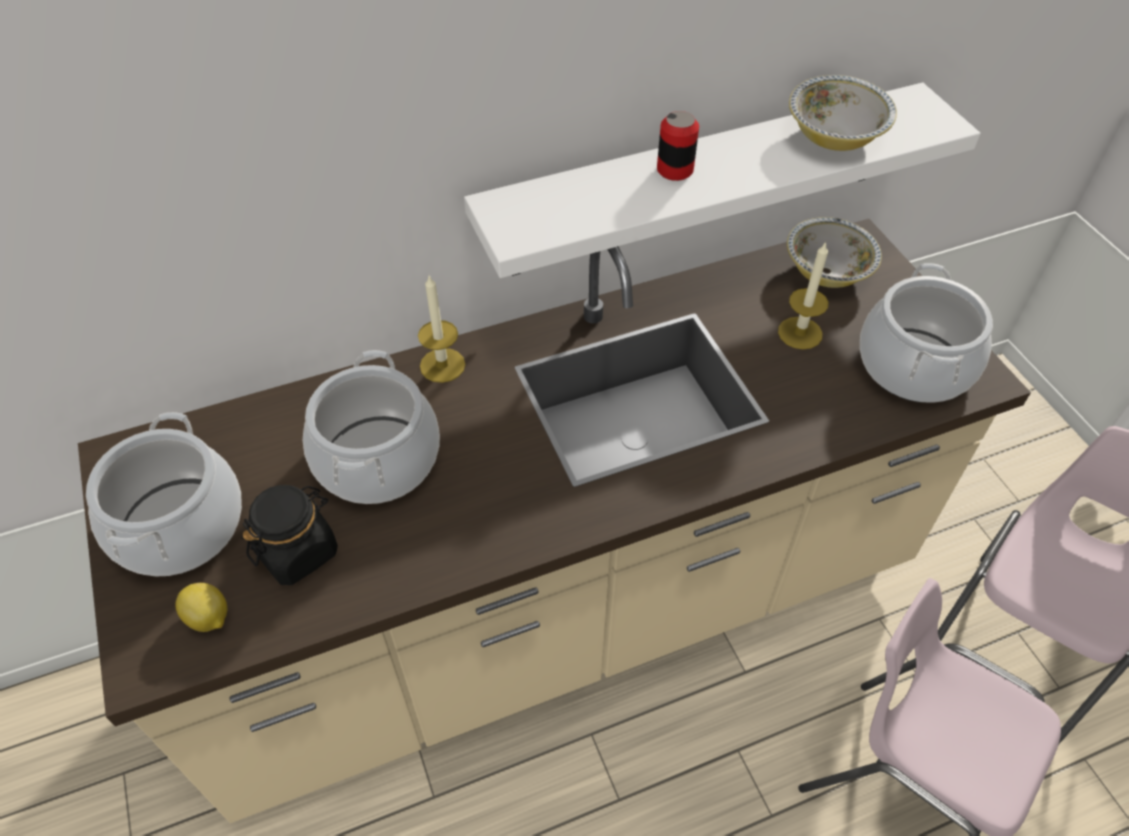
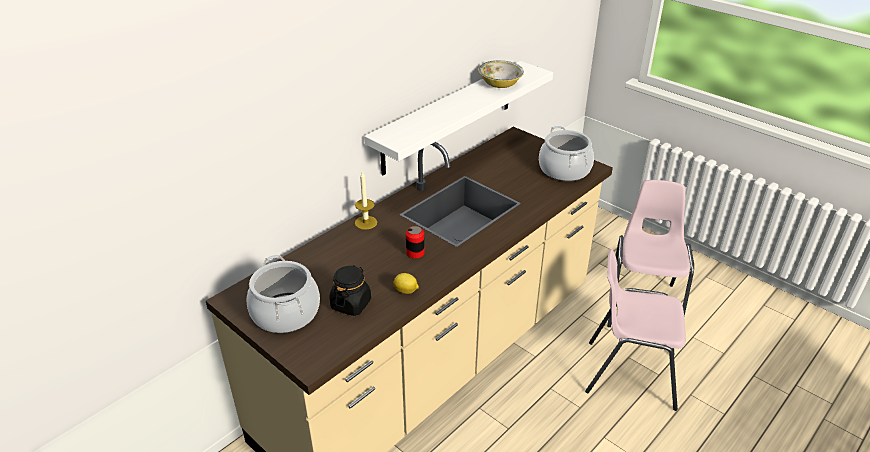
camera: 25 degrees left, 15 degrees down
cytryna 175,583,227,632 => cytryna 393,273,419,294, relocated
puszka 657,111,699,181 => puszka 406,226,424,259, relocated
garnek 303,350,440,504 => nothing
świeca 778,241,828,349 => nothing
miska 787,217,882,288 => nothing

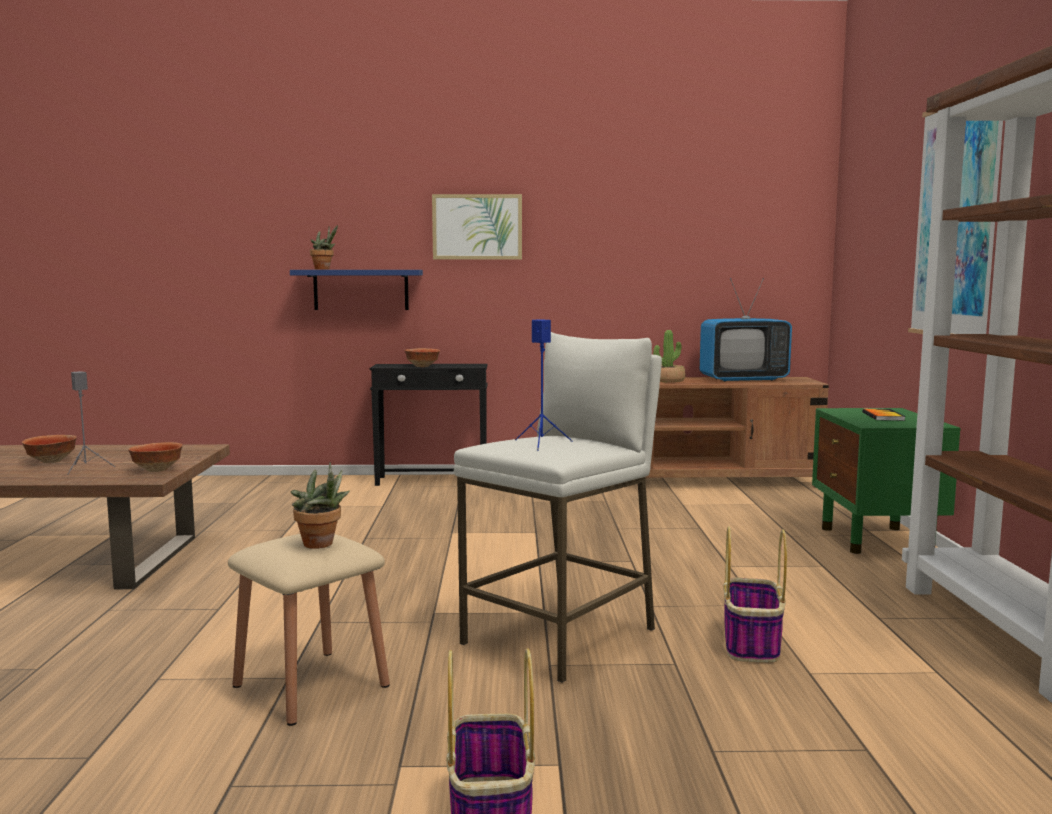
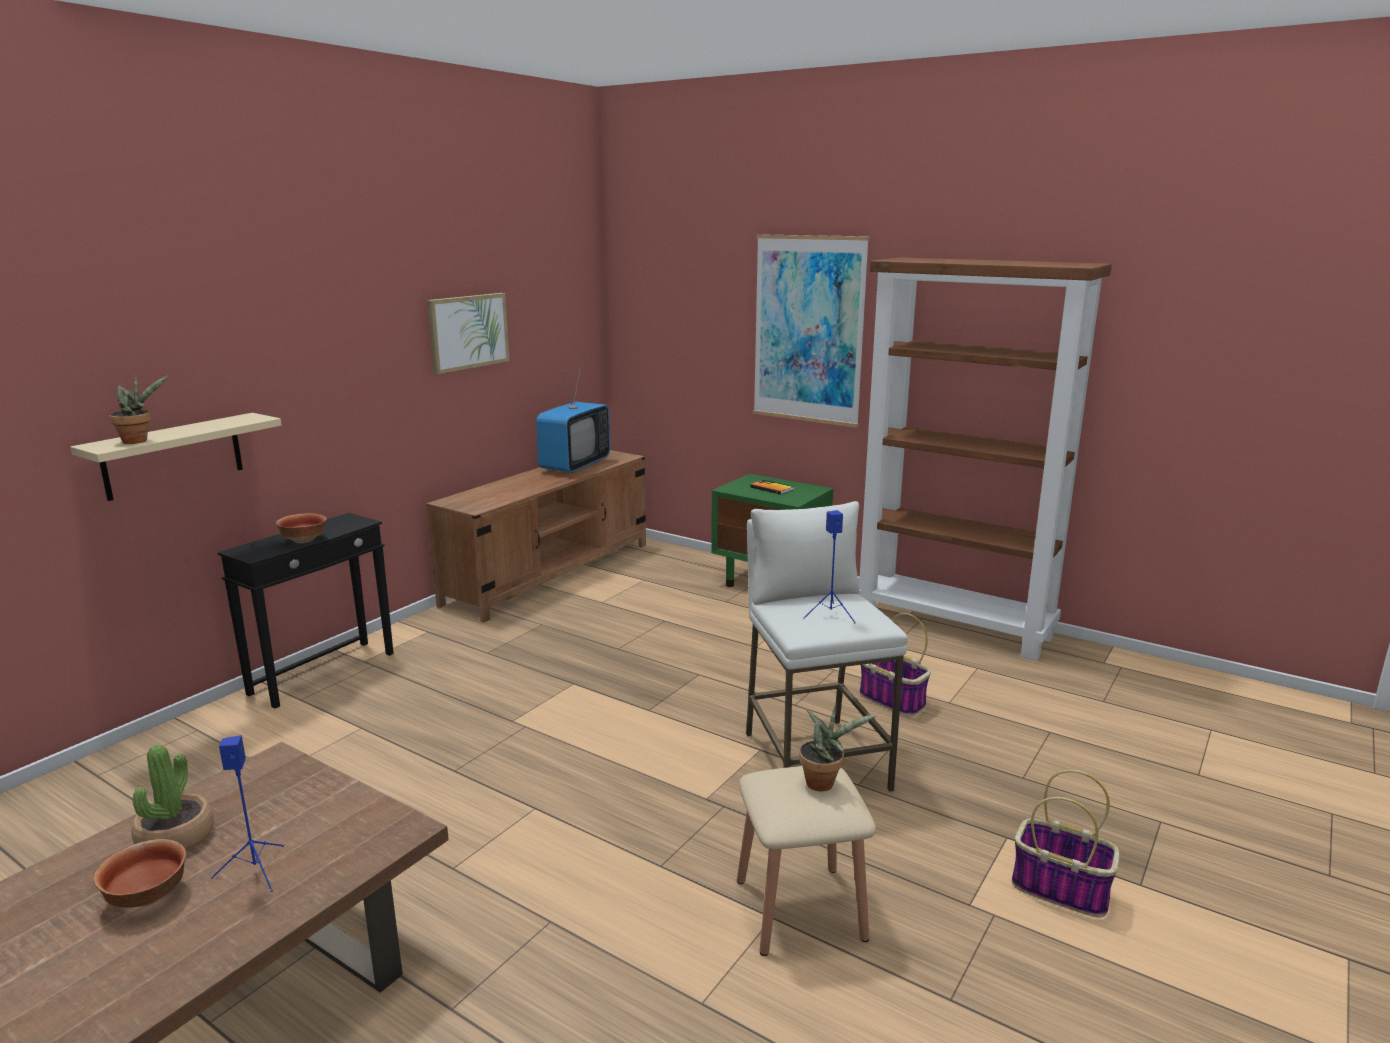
camera: 55 degrees left, 10 degrees up
półka (niebieski) 290,270,423,310 => półka (beżowy) 70,413,282,501
roślina doniczkowa 653,330,685,382 => roślina doniczkowa 131,745,214,851, relocated
głośnik (szary) 67,371,115,475 => głośnik (niebieski) 211,735,284,892
obraz 432,194,522,260 => obraz 427,293,510,374, relocated
miska 128,442,183,472 => nothing

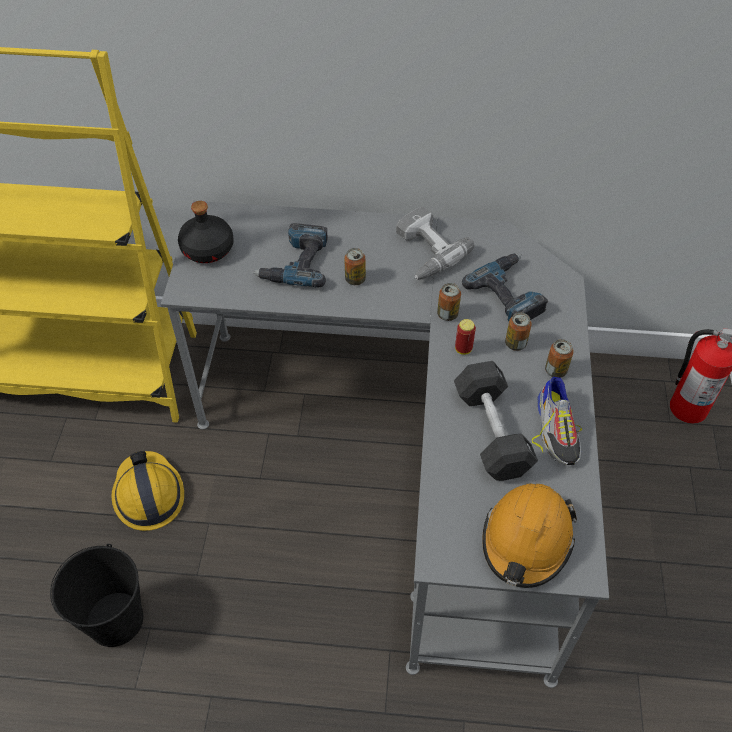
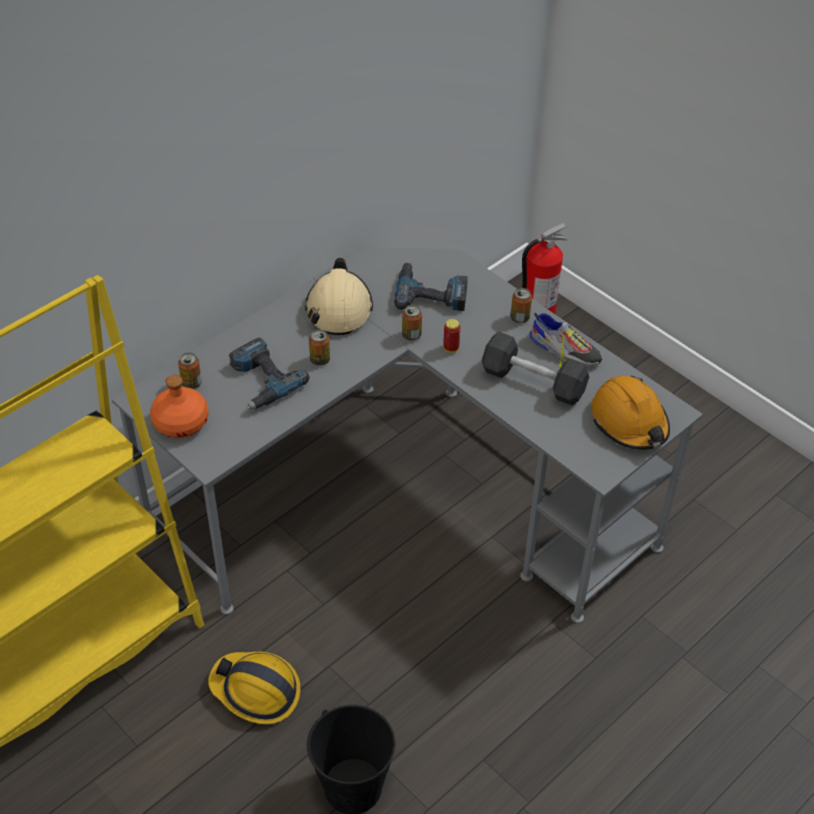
camera: 50 degrees left, 5 degrees down
butelka (czarny) 178,201,234,263 => butelka (pomarańczowy) 150,375,208,438
puszka 505,312,532,351 => puszka 178,353,202,389, relocated
wiertarka 396,206,474,280 => kask (beżowy) 305,258,373,335

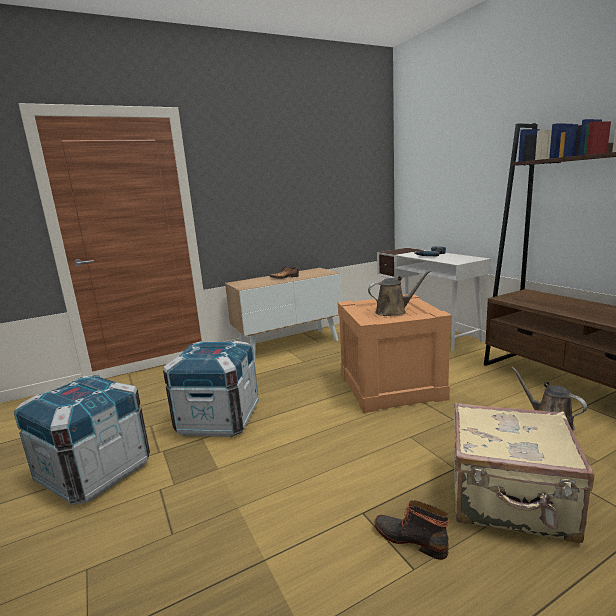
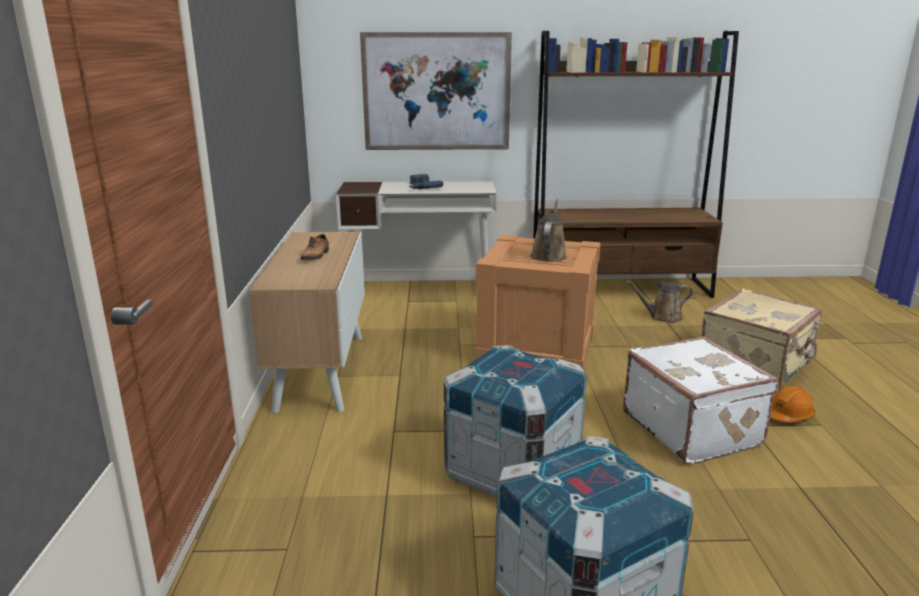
camera: 65 degrees left, 5 degrees up
nothing => obraz 360,32,512,150
nothing => walizka (biały) 623,336,779,464
but z cholewką 375,500,449,560 => kask (pomarańczowy) 770,386,815,423

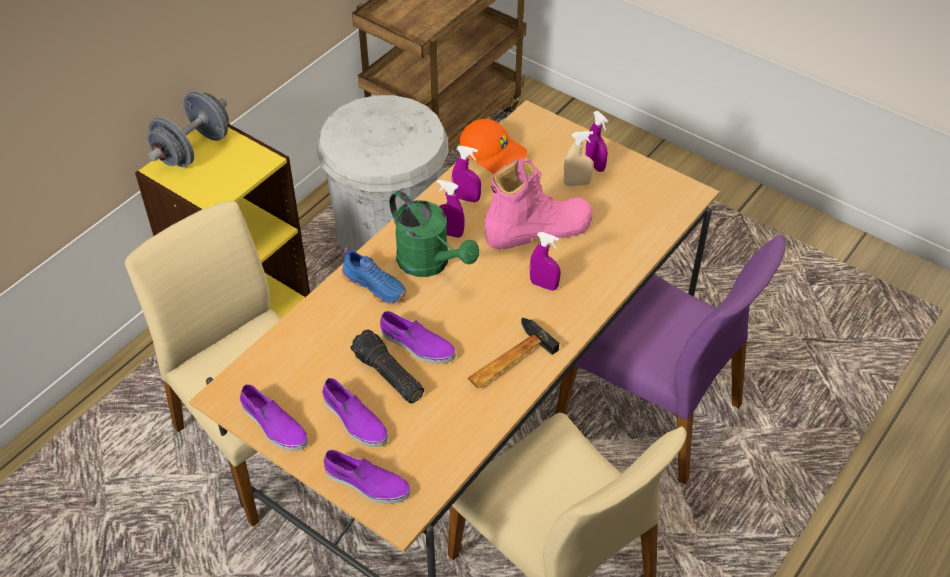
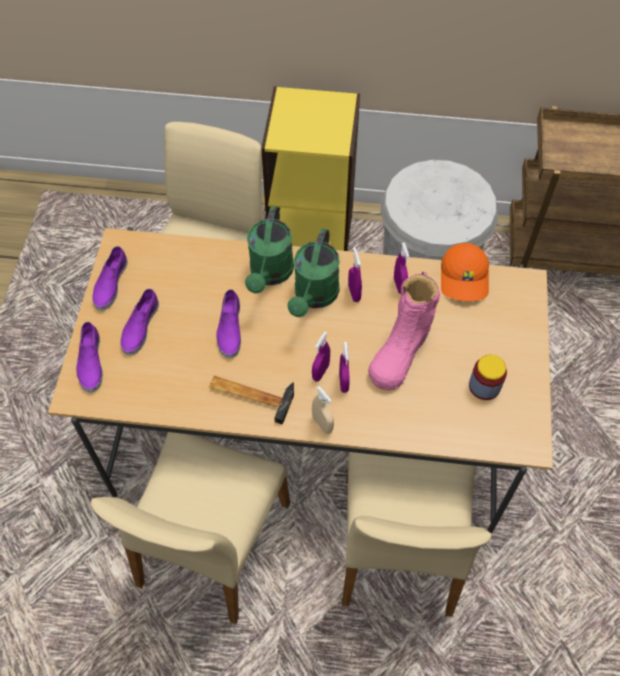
camera: 60 degrees right, 10 degrees up
but (niebieski) 341,247,406,303 => konewka (zielony) 245,206,294,293
spryskiwacz (fioletowy) 586,111,608,172 => spryskiwacz (fioletowy) 312,332,330,382, relocated
spryskiwacz (beżowy) 563,131,594,186 => spryskiwacz (beżowy) 312,386,334,434, relocated
krzesło (fioletowy) 556,235,786,484 => krzesło (beżowy) 342,452,492,617
but z cholewką (różowy) 485,159,592,250 => but z cholewką (różowy) 368,272,440,390, 75 degrees clockwise
nothing => słoik 469,355,507,400
hantel (szary) 147,91,229,167 => nothing
latarka 350,329,424,403 => nothing

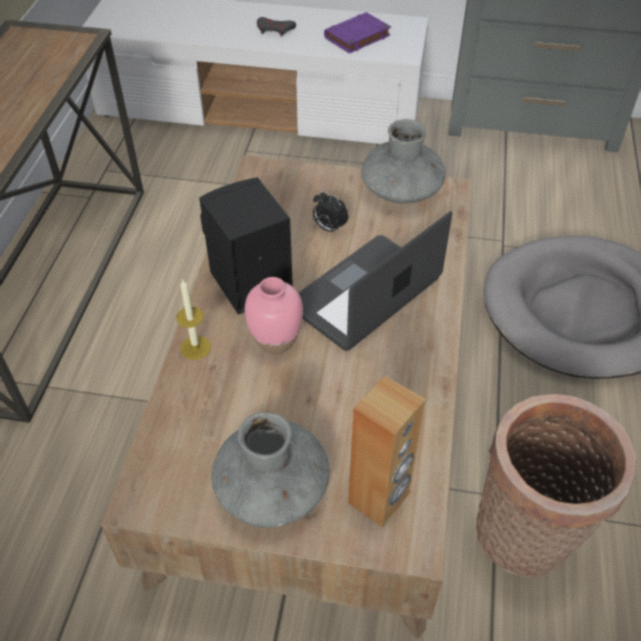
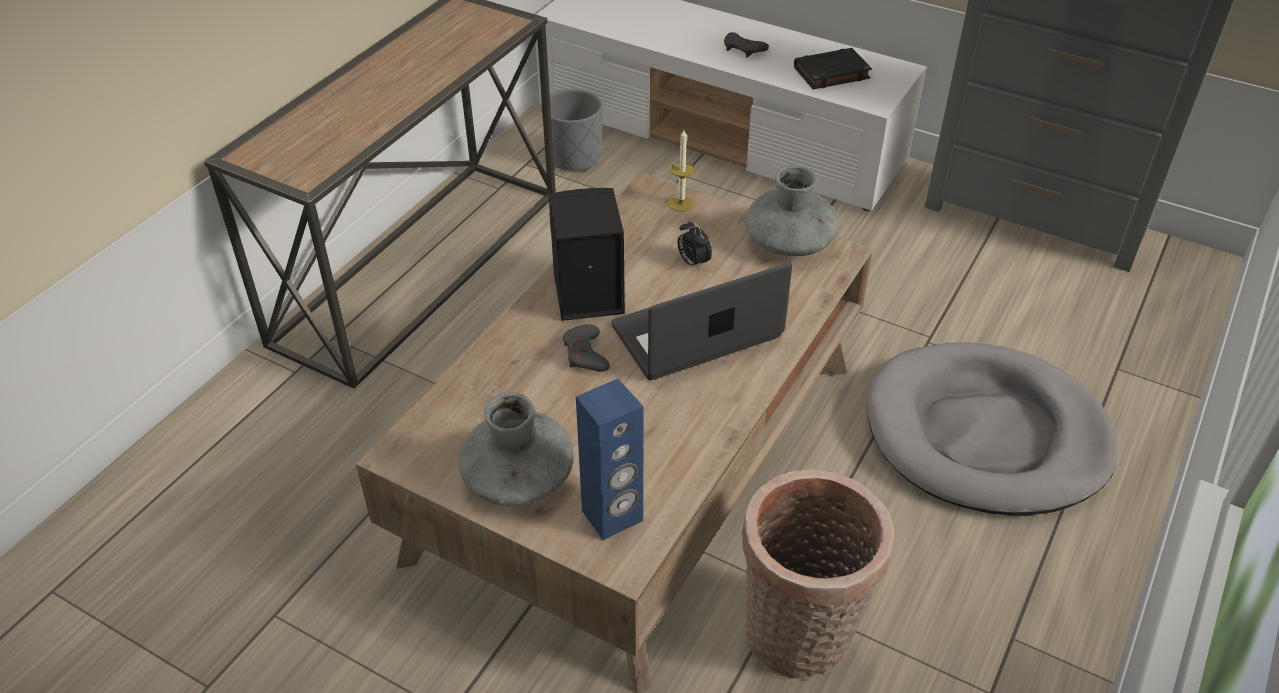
camera: 20 degrees right, 5 degrees down
nothing => donica (szary) 541,89,603,171
wazon (różowy) 245,277,303,354 => pad do gier (szary) 563,324,610,372
głośnik (brązowy) 348,376,425,527 => głośnik (niebieski) 576,379,644,540
świeca 176,280,211,360 => świeca 668,130,695,212, relocated
książka (fioletowy) 324,12,391,53 => książka (czarny) 794,48,872,89

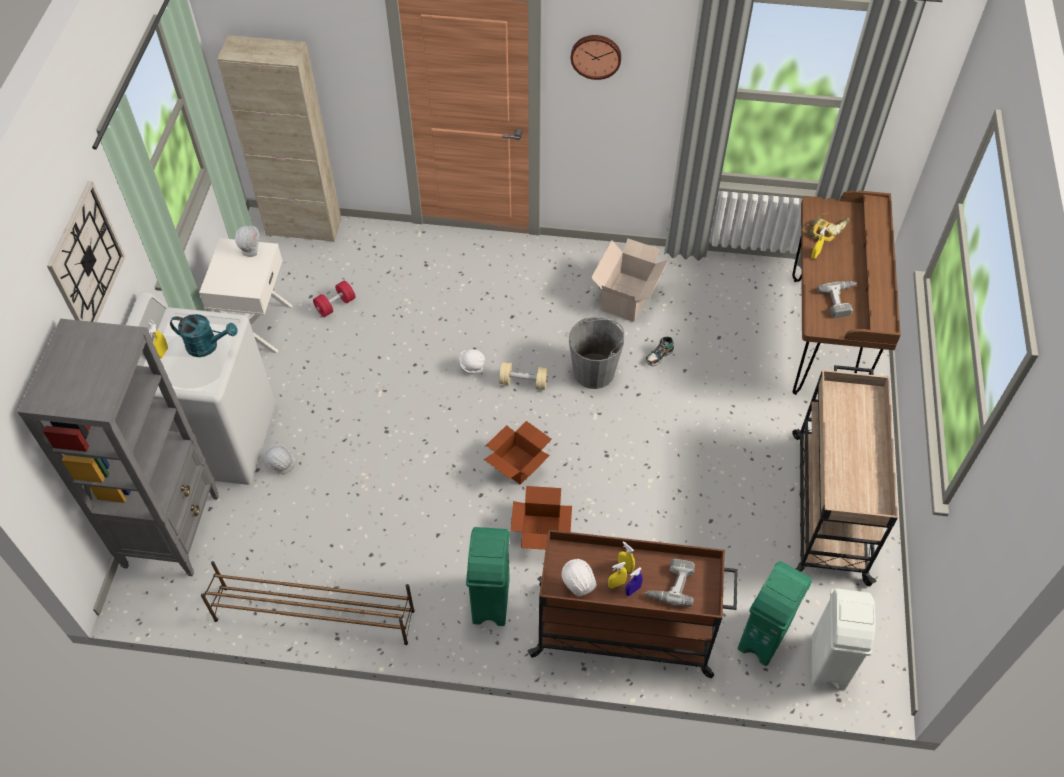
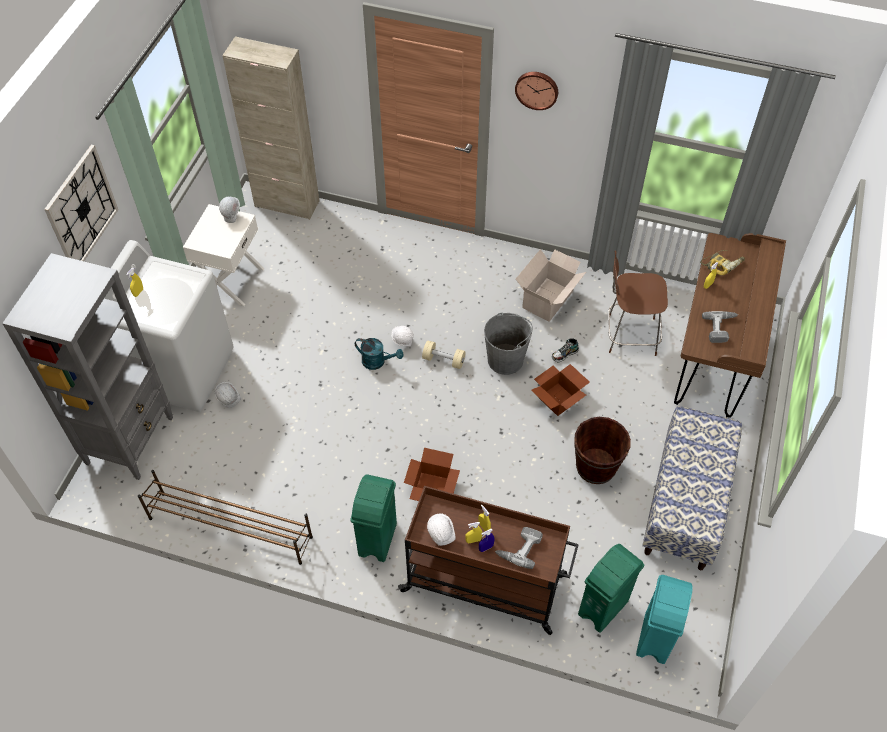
camera: 10 degrees right, 0 degrees up
konewka (turkusowy) 170,314,237,357 => konewka (turkusowy) 355,338,403,370, relocated
karton 484,421,552,484 => karton 531,364,590,416, relocated
nothing => wiadro (brązowy) 574,417,631,484
nothing => stołek (brązowy) 608,251,668,356
kosz na śmieci (biały) 812,588,875,690 => kosz na śmieci (turkusowy) 636,575,693,664
wózek (beżowy) 792,365,898,586 => ławka 642,406,742,570
hantel (czerwony) 313,280,356,317 => nothing

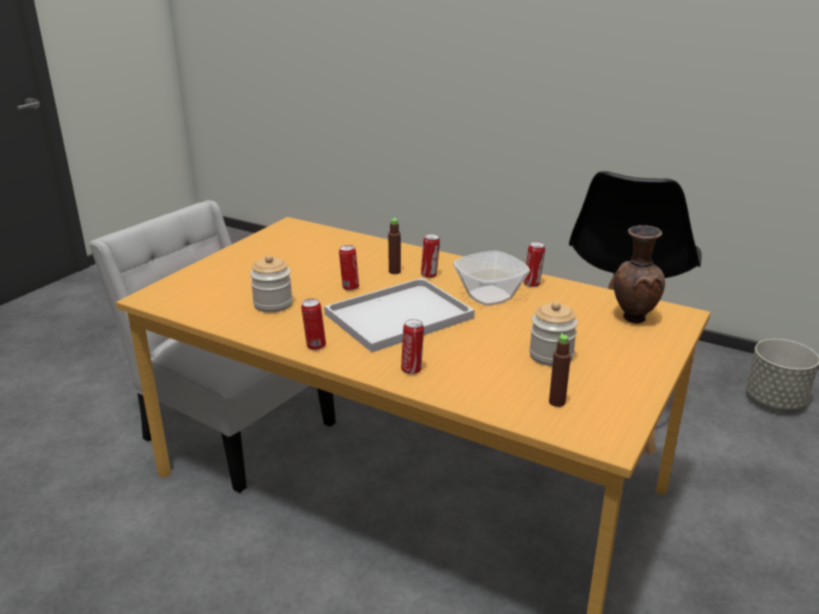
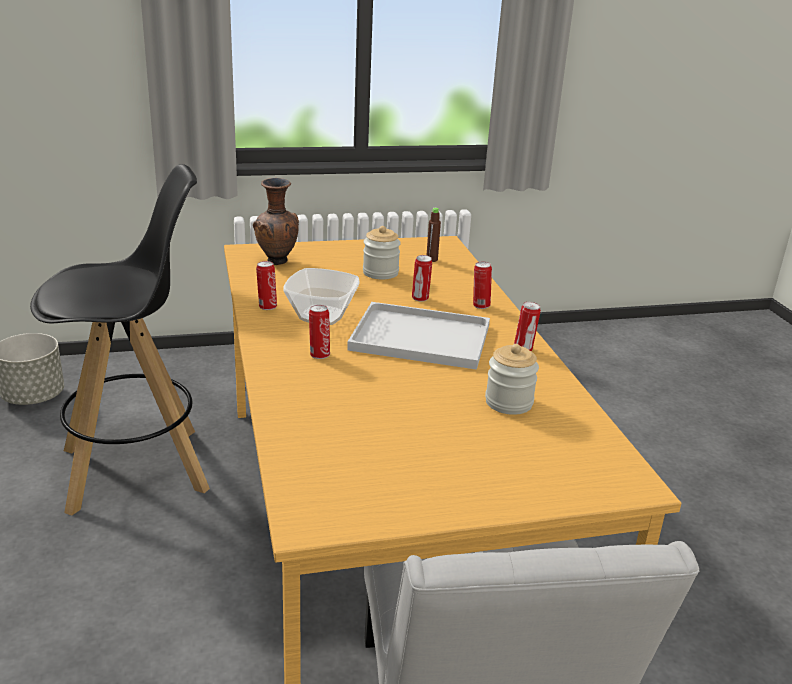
camera: 135 degrees left, 0 degrees up
puszka 339,245,359,290 => puszka 412,255,432,302, relocated
butelka (brązowy) 388,218,401,274 => nothing

